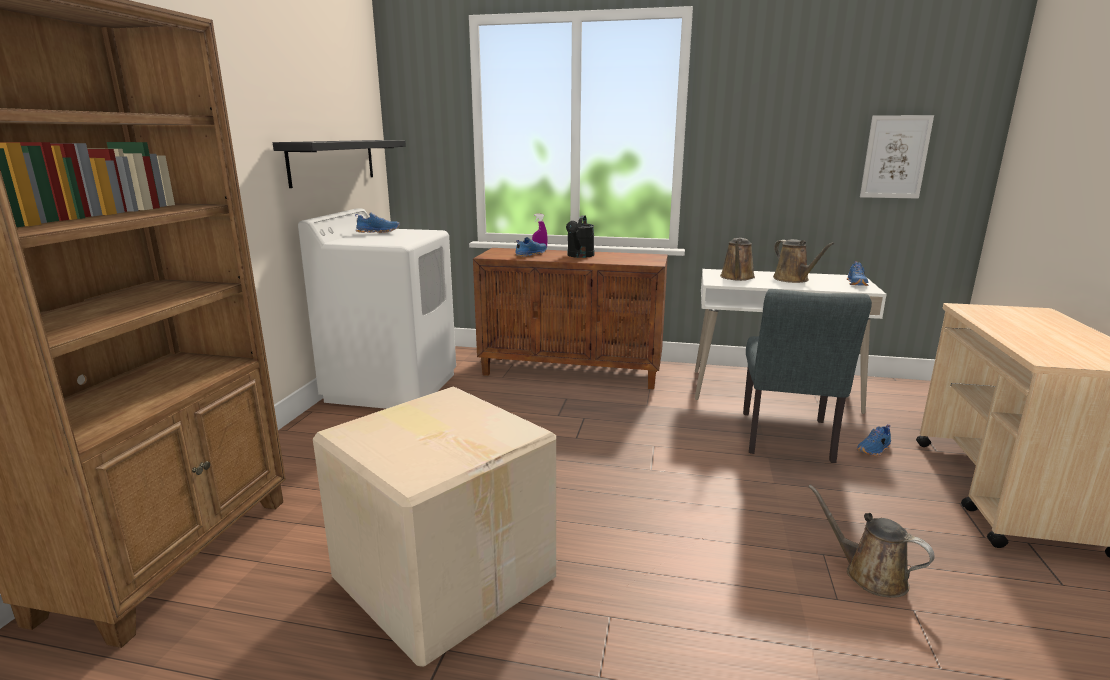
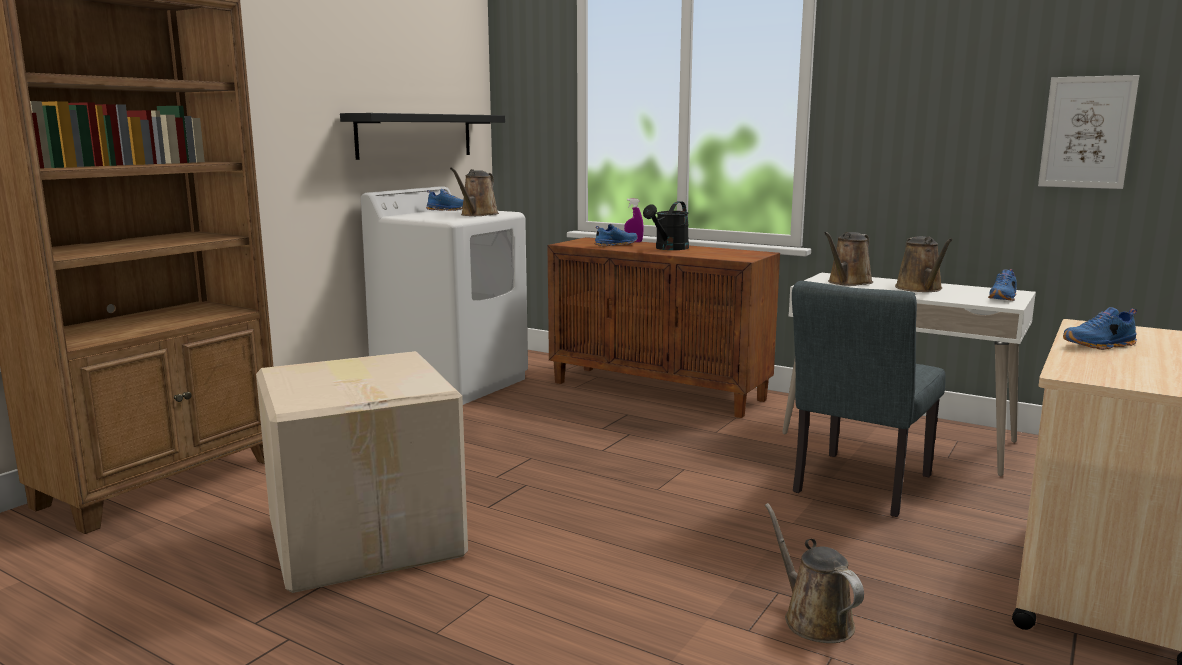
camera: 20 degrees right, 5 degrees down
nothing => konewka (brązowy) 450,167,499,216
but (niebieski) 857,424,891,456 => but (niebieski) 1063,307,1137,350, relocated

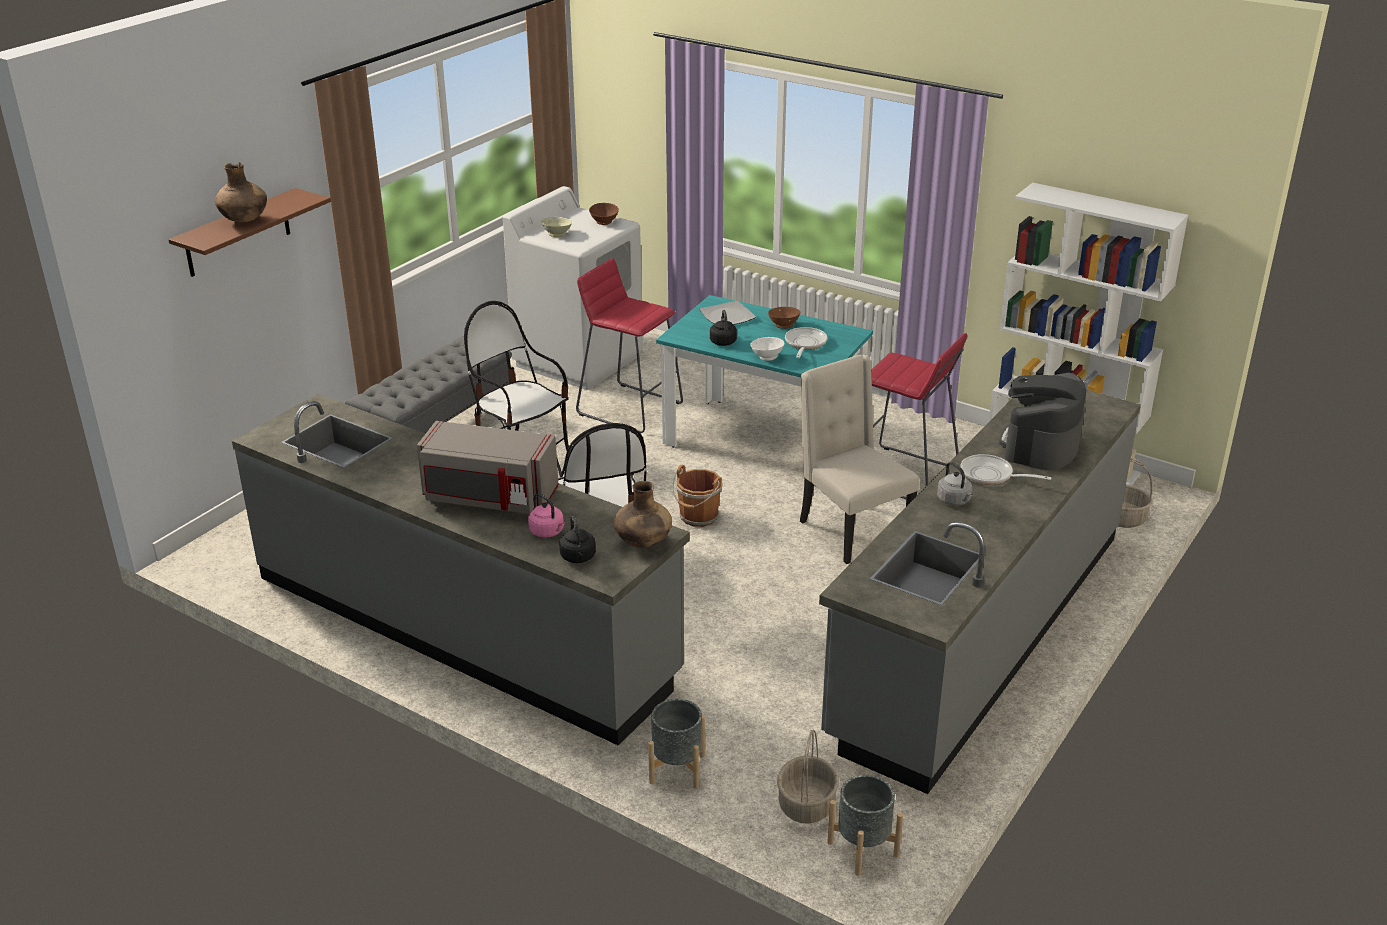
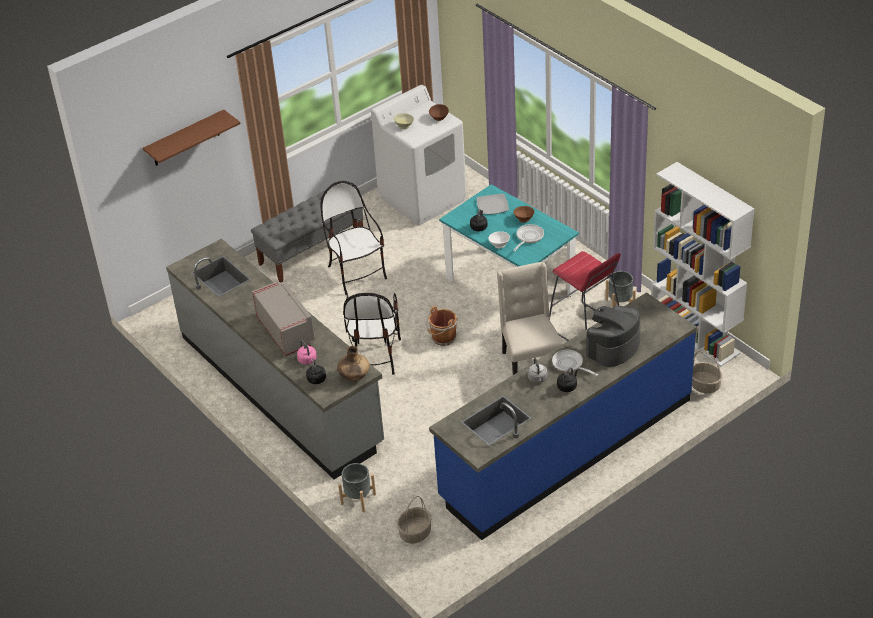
camera: 20 degrees right, 10 degrees up
mikrofalówka (szary) 417,421,558,514 => mikrofalówka (szary) 252,282,315,356, 150 degrees counterclockwise
zabudowa kuchenna (szary) 819,390,1141,794 => zabudowa kuchenna (niebieski) 429,292,697,540
nothing => czajnik (czarny) 557,368,578,392
donica (szary) 827,775,903,876 => donica (szary) 605,271,636,308, relocated
wazon (brązowy) 215,162,267,222 => nothing
stołek (czerwony) 576,258,683,434 => nothing

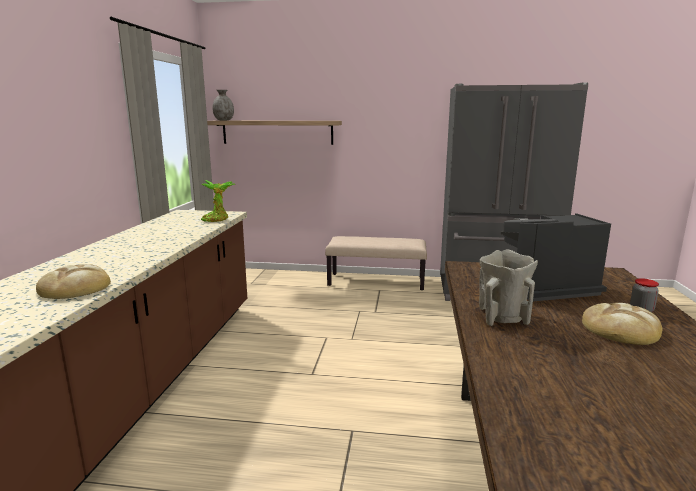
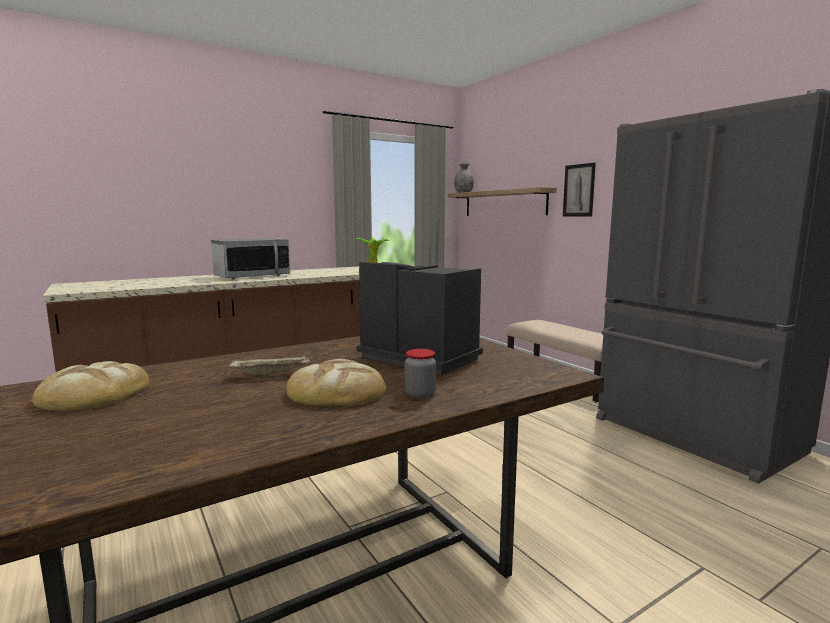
camera: 50 degrees right, 5 degrees down
chleb 36,264,111,299 => chleb 32,361,150,411, relocated
nothing => mikrofalówka 211,238,290,279
nothing => taca (beżowy) 229,354,310,378
nothing => obraz 563,163,596,217
wazon (beżowy) 479,249,538,326 => nothing

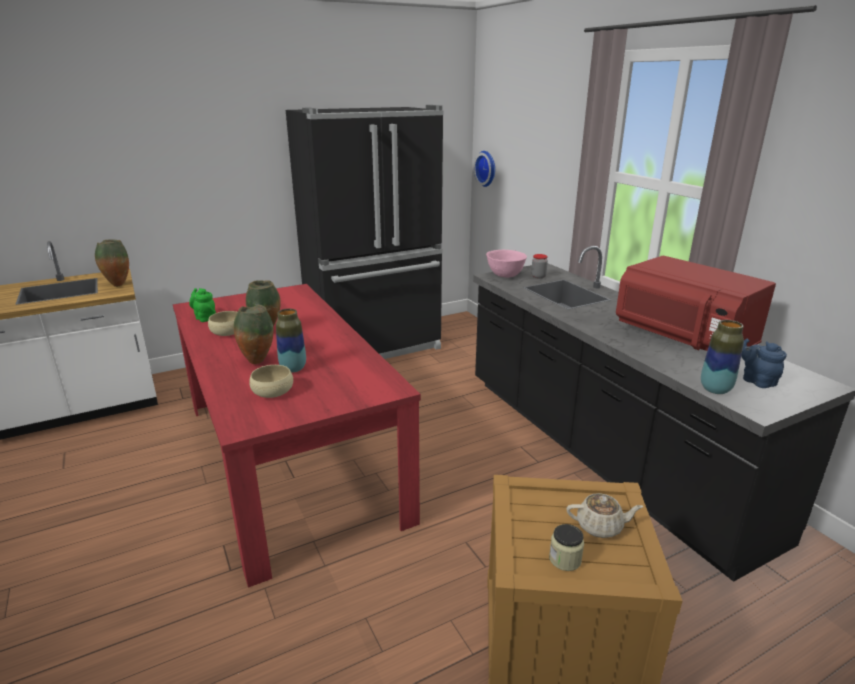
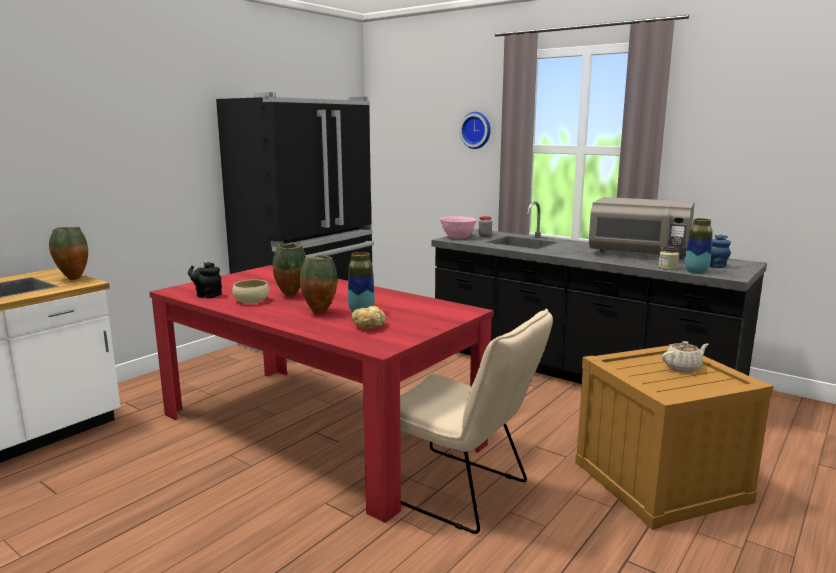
camera: 25 degrees left, 10 degrees down
imbryk (zielony) 189,288,216,322 => imbryk (czarny) 188,262,222,298
miska (beżowy) 249,365,293,398 => chleb 351,306,386,329
nothing => krzesło (beżowy) 400,309,553,534
zegar ścienny 474,151,495,187 => zegar ścienny 459,112,491,149, relocated
mikrofalówka (czerwony) 616,255,776,351 => mikrofalówka (szary) 589,197,695,259
słoik 549,524,584,571 => słoik 658,247,679,270, relocated

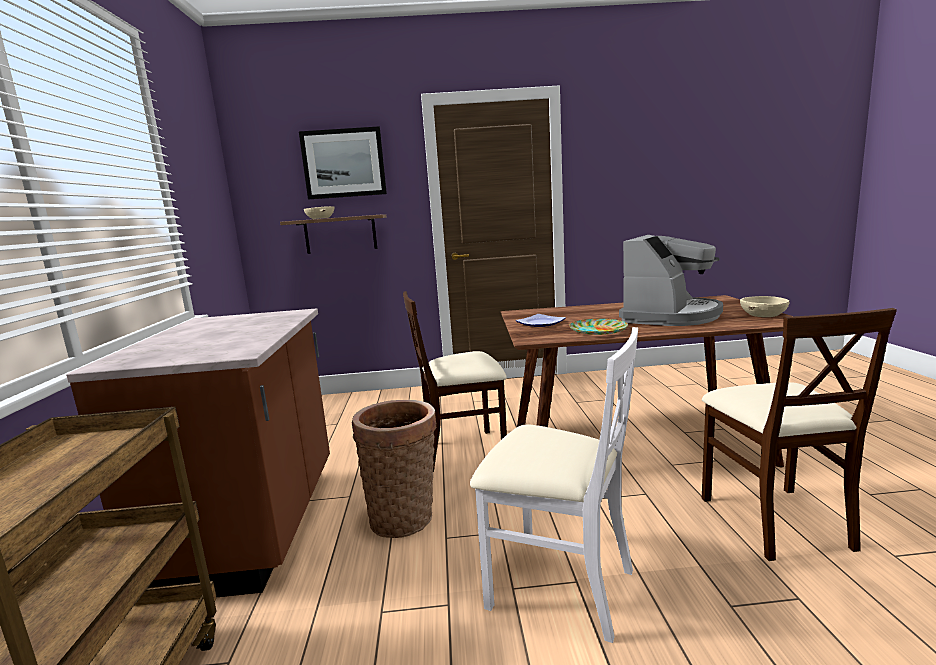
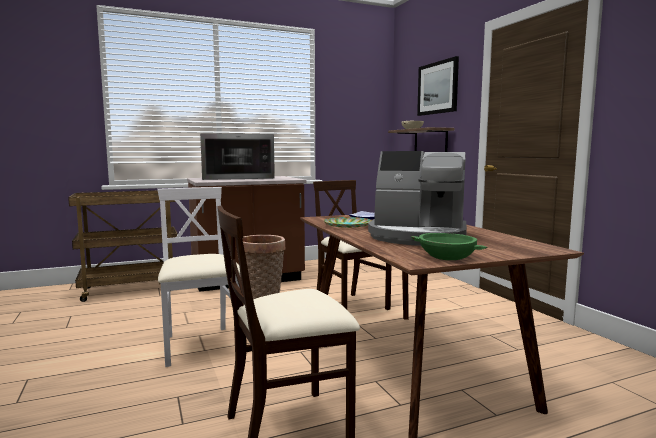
camera: 70 degrees right, 5 degrees down
krzesło (biały) 470,327,638,643 => krzesło (biały) 157,187,241,367, 150 degrees clockwise
nothing => mikrofalówka 200,133,275,180
miska (beżowy) 740,296,790,317 => miska (zielony) 411,233,487,260

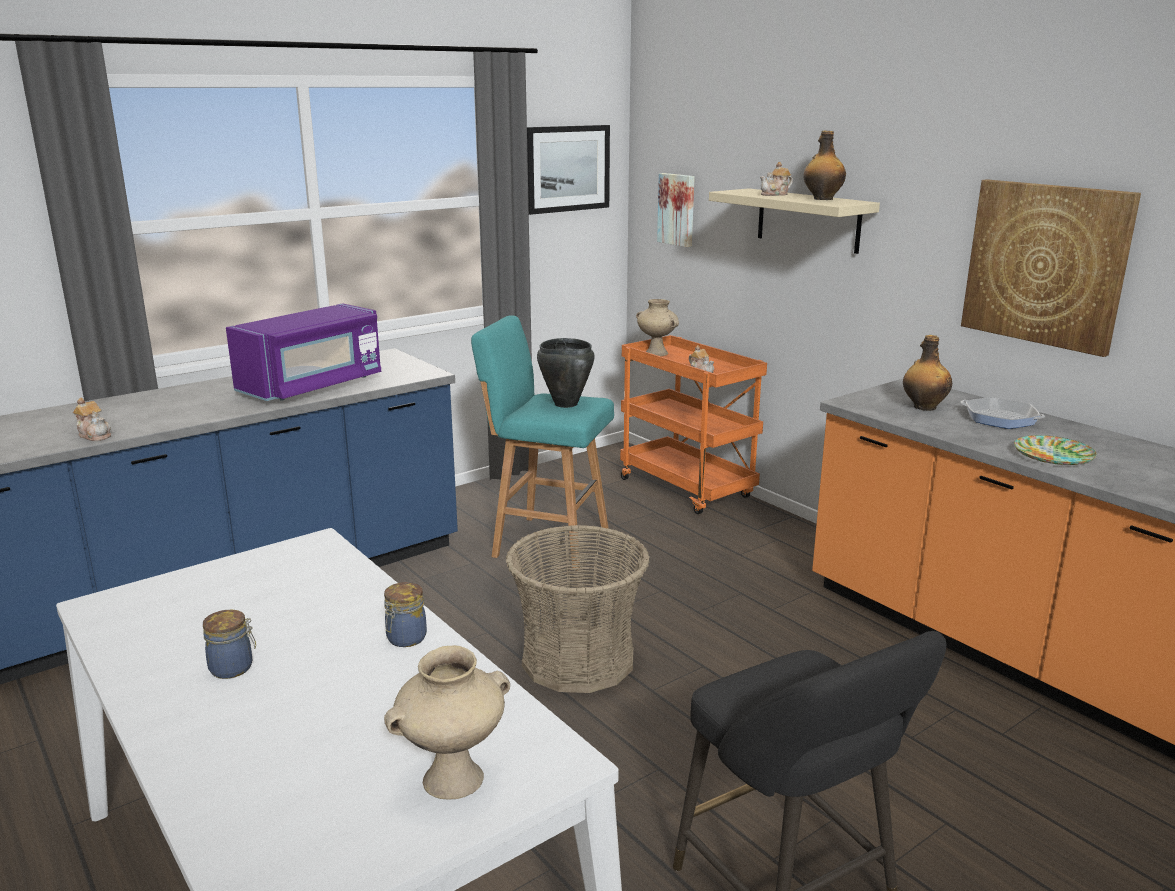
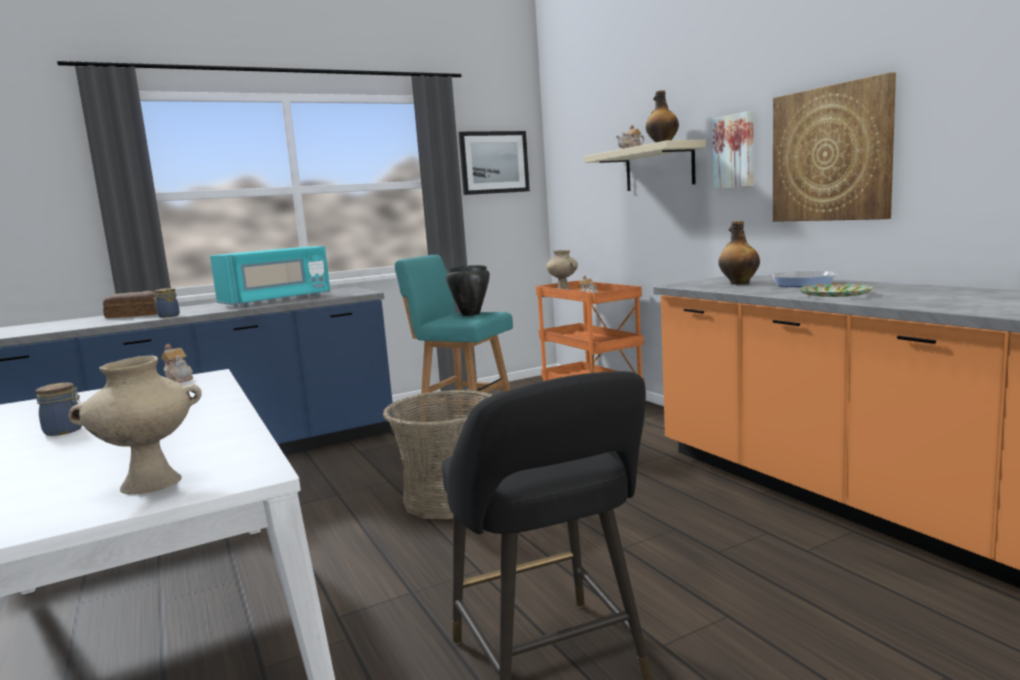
camera: 10 degrees right, 10 degrees down
nothing => chleb 103,291,157,318
słoik 384,582,427,647 => słoik 152,288,180,318, relocated
imbryk 73,398,111,441 => imbryk 161,344,193,383, relocated
mikrofalówka (fioletowy) 226,303,381,401 => mikrofalówka (turkusowy) 210,246,330,307
obraz 657,173,695,247 => obraz 713,111,754,189, relocated

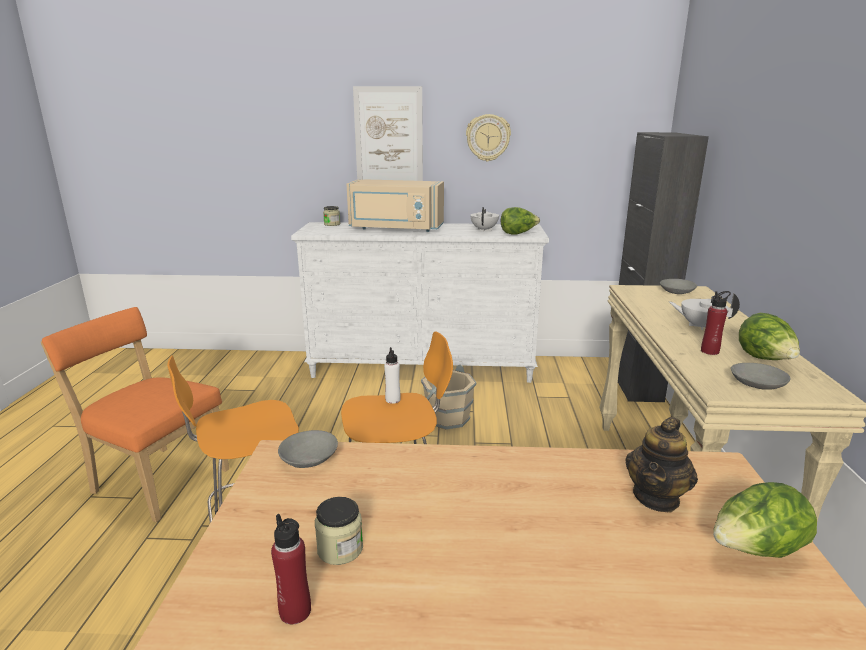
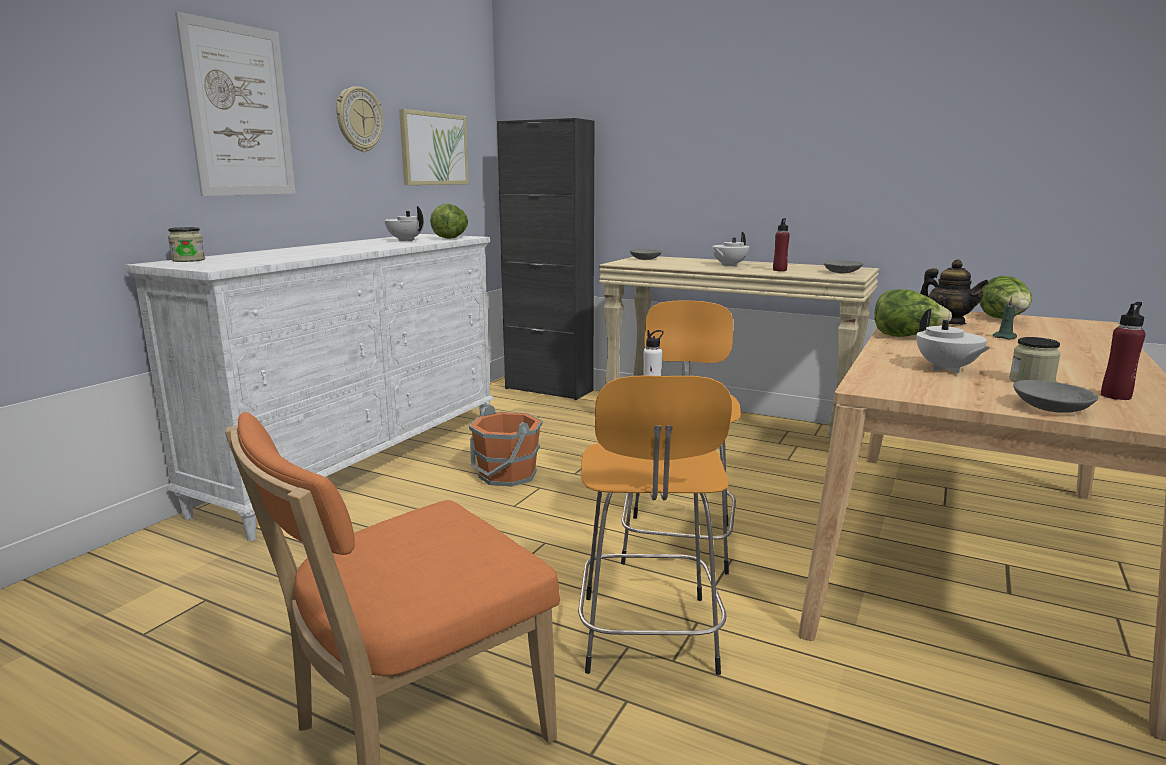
camera: 65 degrees left, 5 degrees down
nothing => obraz 399,109,469,185
wiadro (beżowy) 421,365,476,429 => wiadro (pomarańczowy) 469,405,543,487
sałata 739,313,800,360 => sałata 874,289,952,337, relocated
nothing => imbryk (biały) 917,309,991,373
nothing => świeca (zielony) 993,297,1017,339
miska (szary) 278,430,338,468 => miska (szary) 1013,380,1098,413, relocated
mikrofalówka (beżowy) 347,179,444,232 => nothing

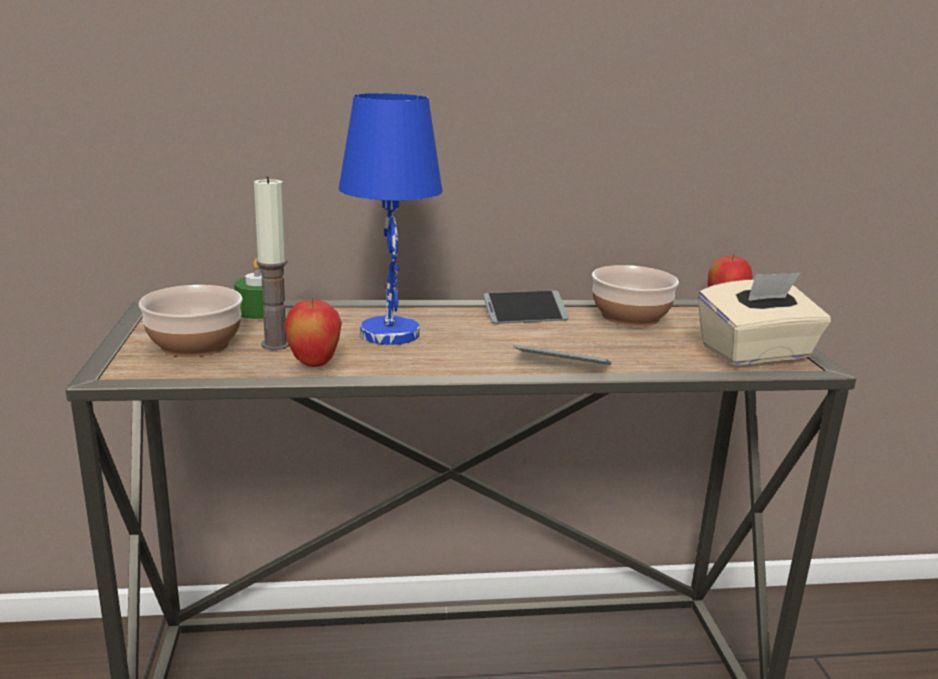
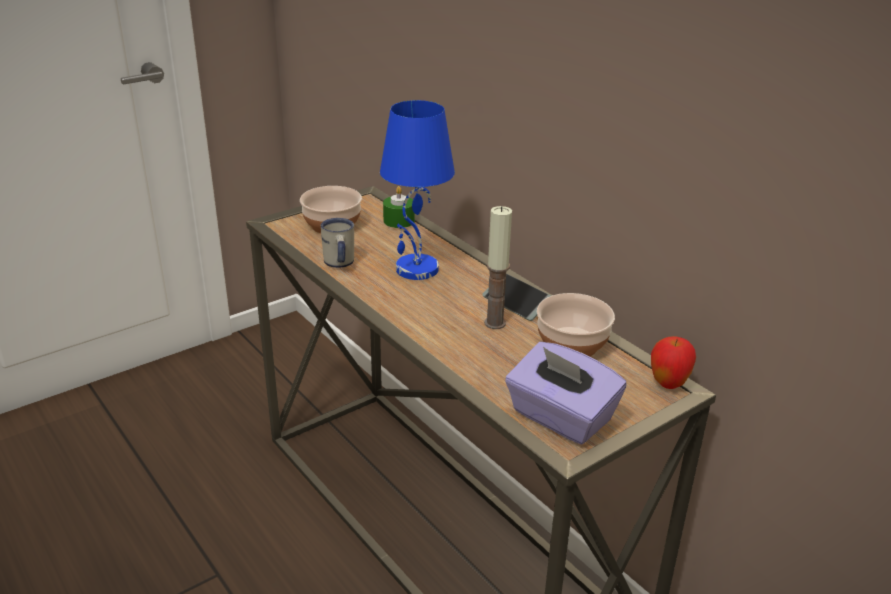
camera: 60 degrees right, 10 degrees up
jabłko 284,298,342,367 => kubek (biały) 321,218,354,268
świeca 254,176,289,350 => świeca 484,206,512,329, relocated
pudełko chusteczek (beżowy) 698,273,831,365 => pudełko chusteczek (fioletowy) 505,342,626,445
telefon 513,345,611,365 => nothing

